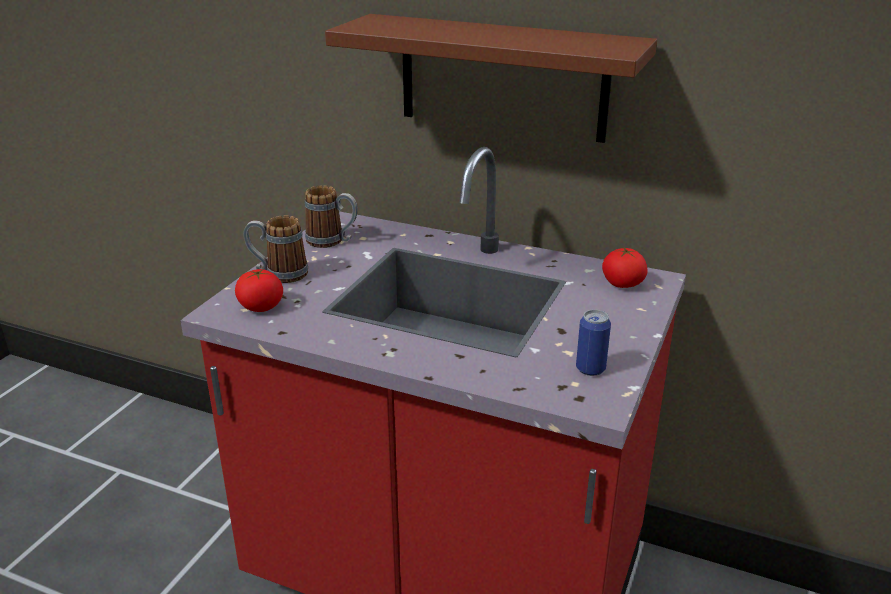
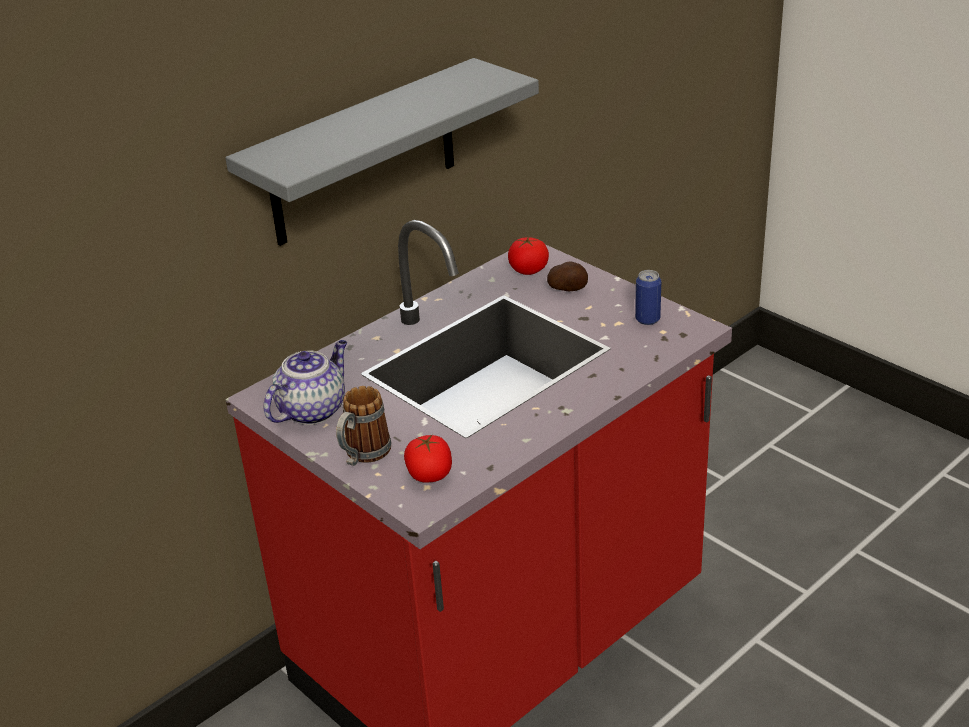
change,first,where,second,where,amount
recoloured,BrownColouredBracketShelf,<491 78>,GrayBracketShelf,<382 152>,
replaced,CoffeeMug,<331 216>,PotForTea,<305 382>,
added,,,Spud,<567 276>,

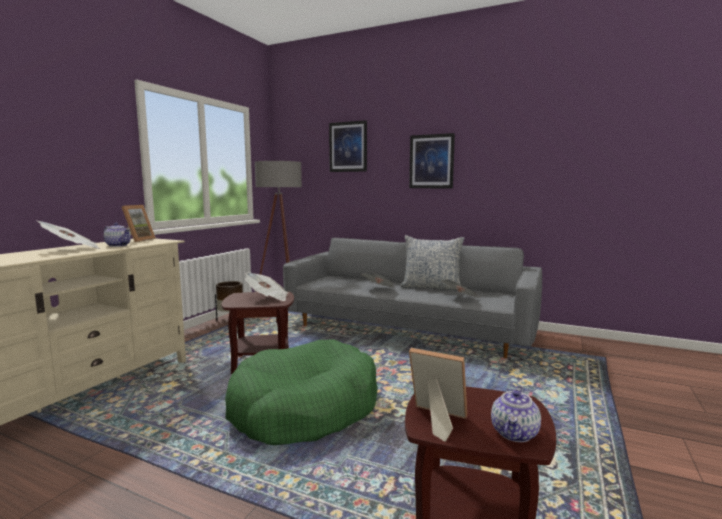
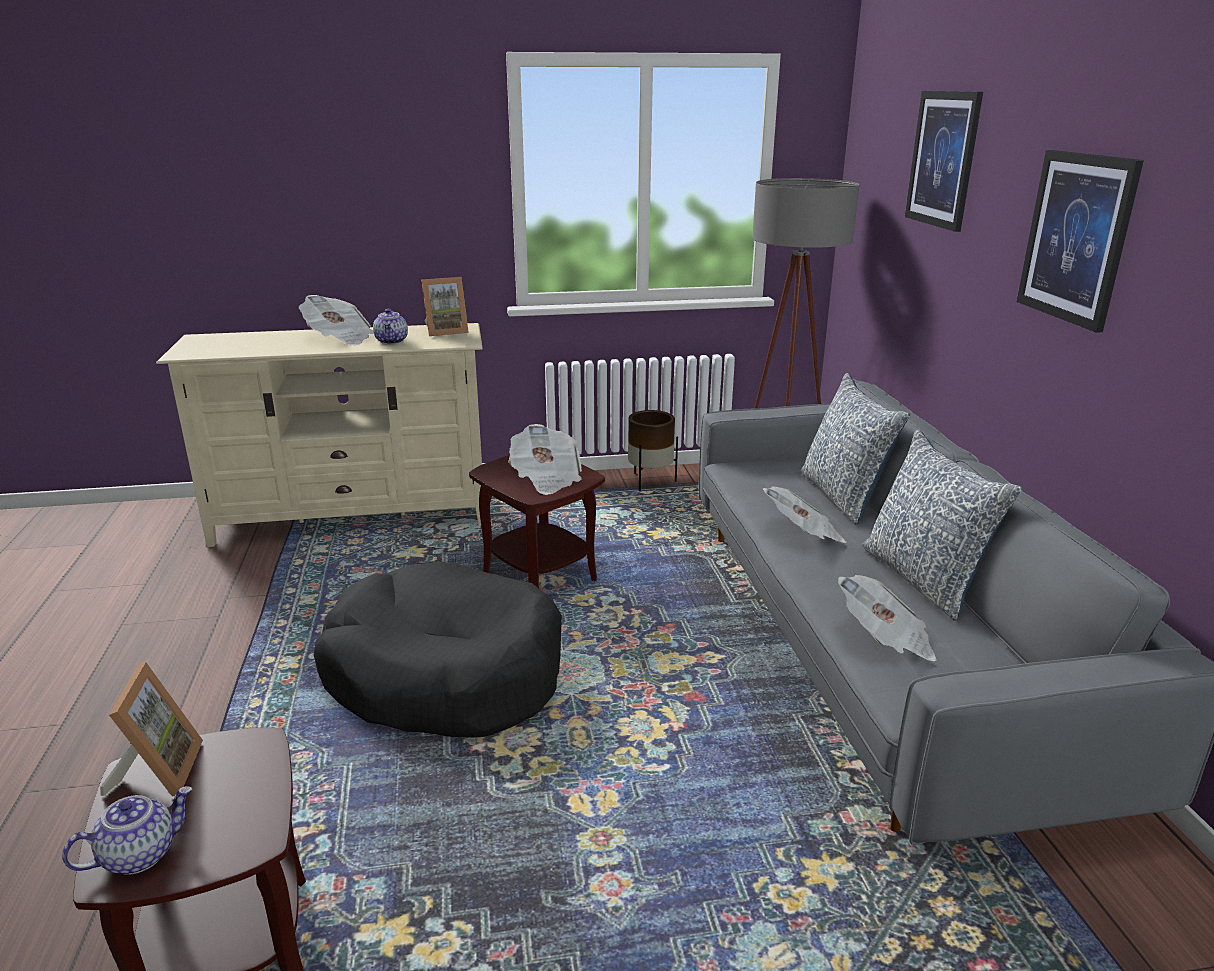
change,first,where,second,where,amount
turned,PotForTea,<516 414>,,<127 830>,150 degrees clockwise
recoloured,GreenishDogBed,<301 392>,BlackColouredDogBed,<438 649>,
added,,,ThrowPillow,<855 448>,

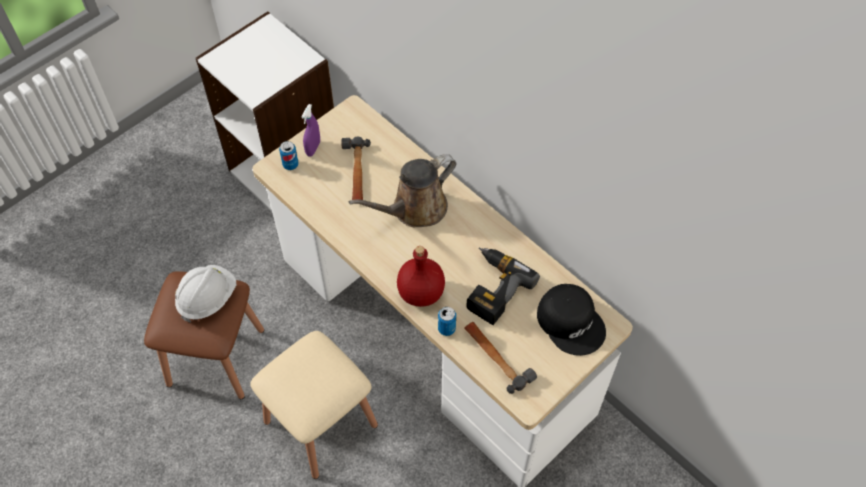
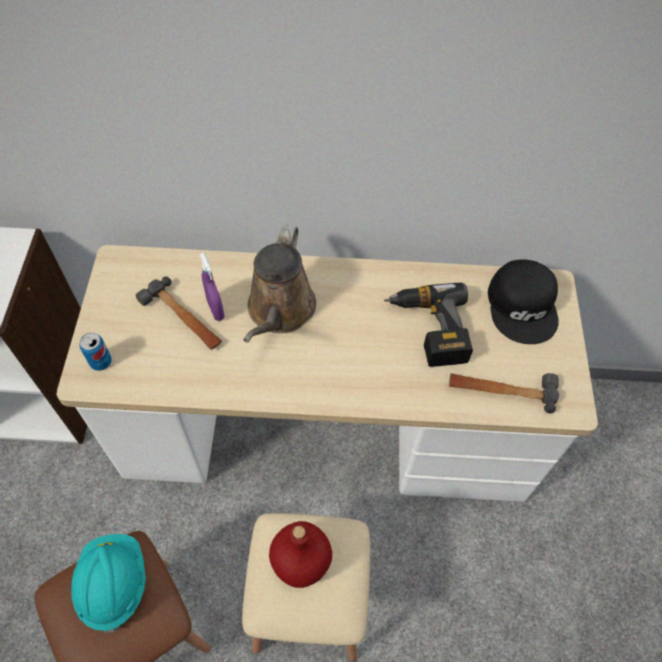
change,first,where,second,where,amount
recoloured,WhiteWorkHelmet,<205 294>,TurquoiseWorkHelmet,<108 583>,
moved,PurplishHandSprayer,<310 130>,,<212 287>,
moved,ReddishBeverageBottle,<421 276>,,<300 554>,
turned,BlackColouredPeakedCap,<571 320>,,<523 301>,75 degrees clockwise
removed,SealedCan,<447 321>,,,

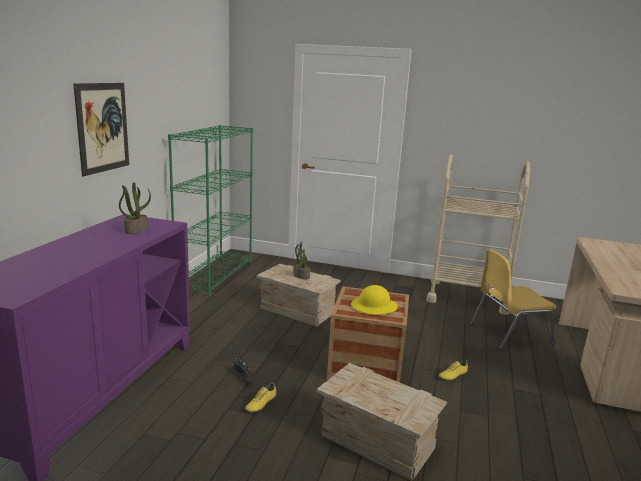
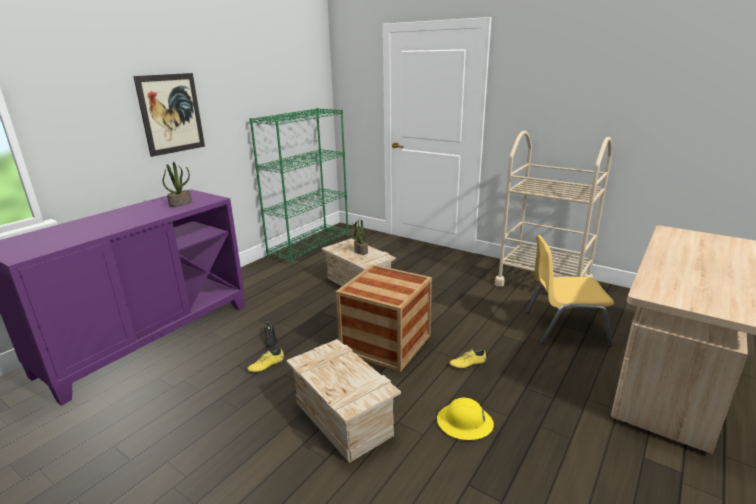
change,first,where,second,where,amount
moved,YellowishWorkHelmet,<374 300>,,<465 419>,

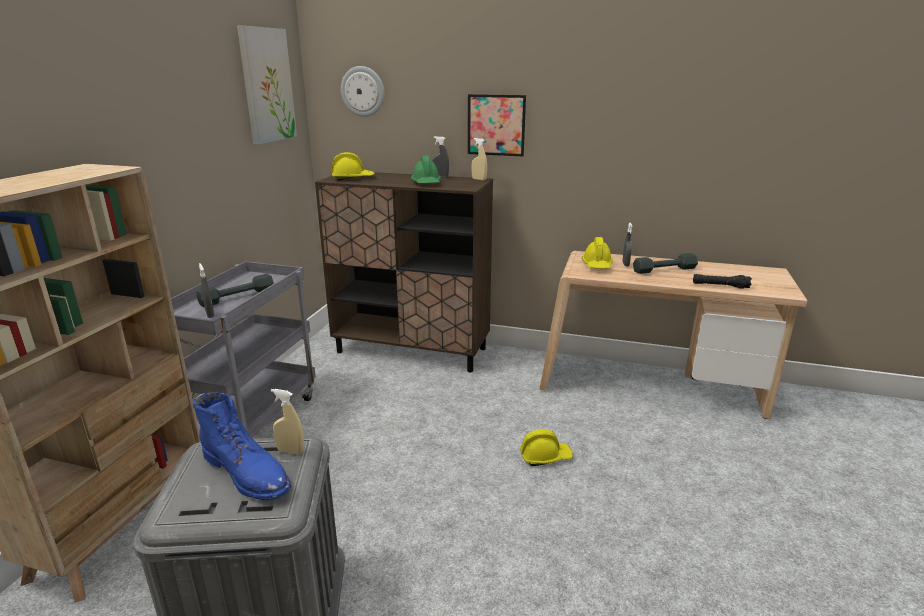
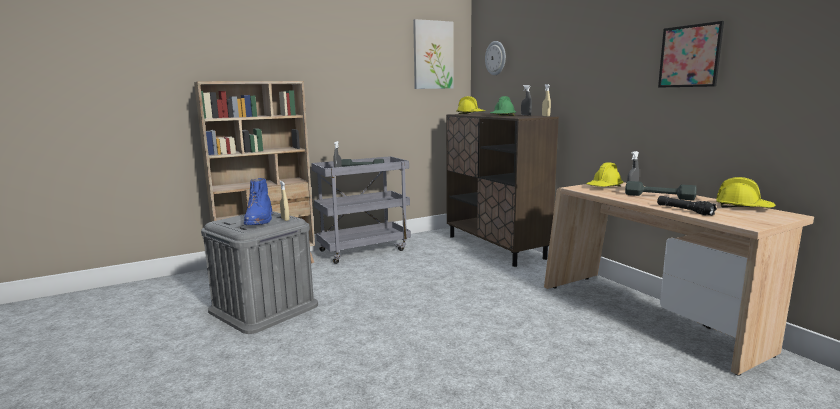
change,first,where,second,where,amount
moved,WallPicture,<497 125>,,<691 54>,
moved,YellowishWorkHelmet,<546 447>,,<746 192>,

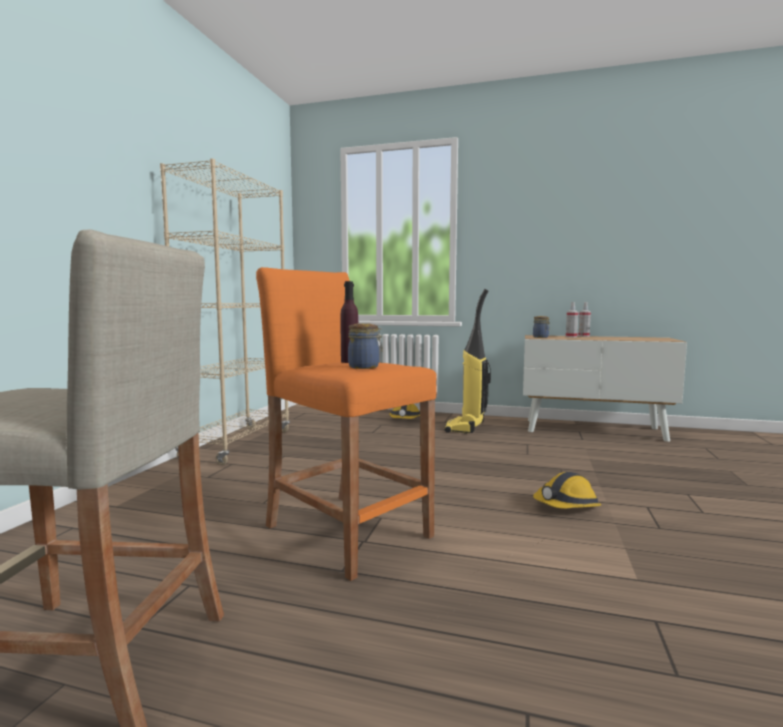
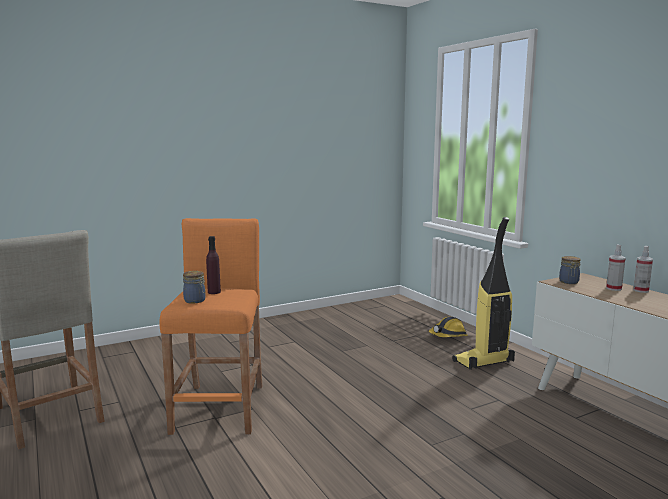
change,first,where,second,where,amount
removed,BeigeColouredShelvingUnit,<225 312>,,,
removed,WorkHelmet,<567 490>,,,

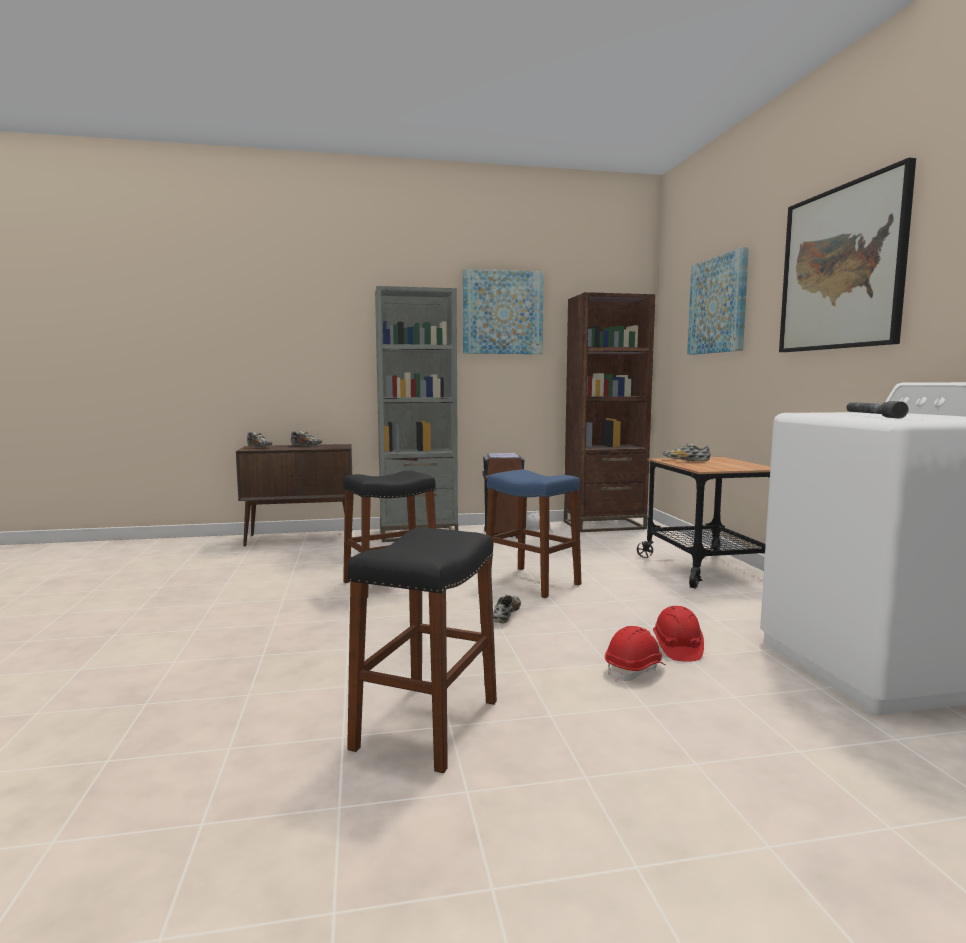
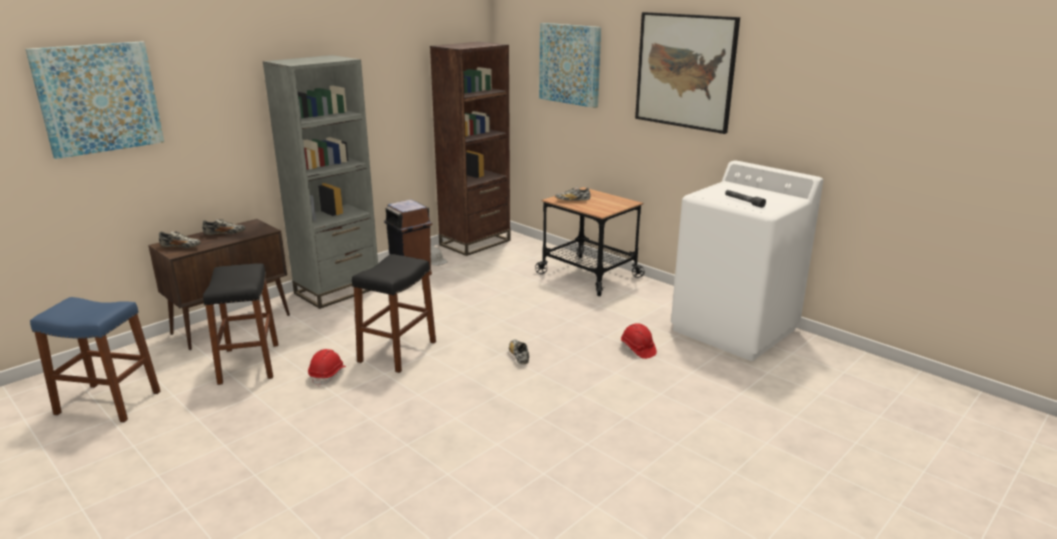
change,first,where,second,where,amount
moved,WallPicture,<503 311>,,<94 100>,
moved,BlueColouredStool,<533 534>,,<95 360>,
moved,BlackColouredStool,<422 650>,,<240 324>,
moved,ReddishWorkHelmet,<635 654>,,<327 368>,

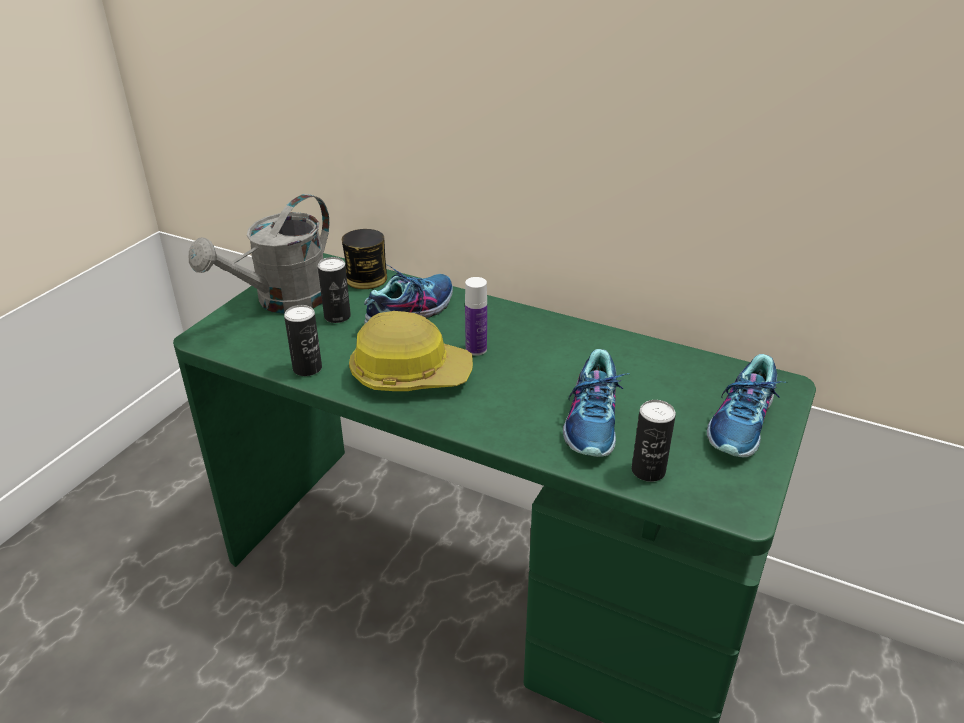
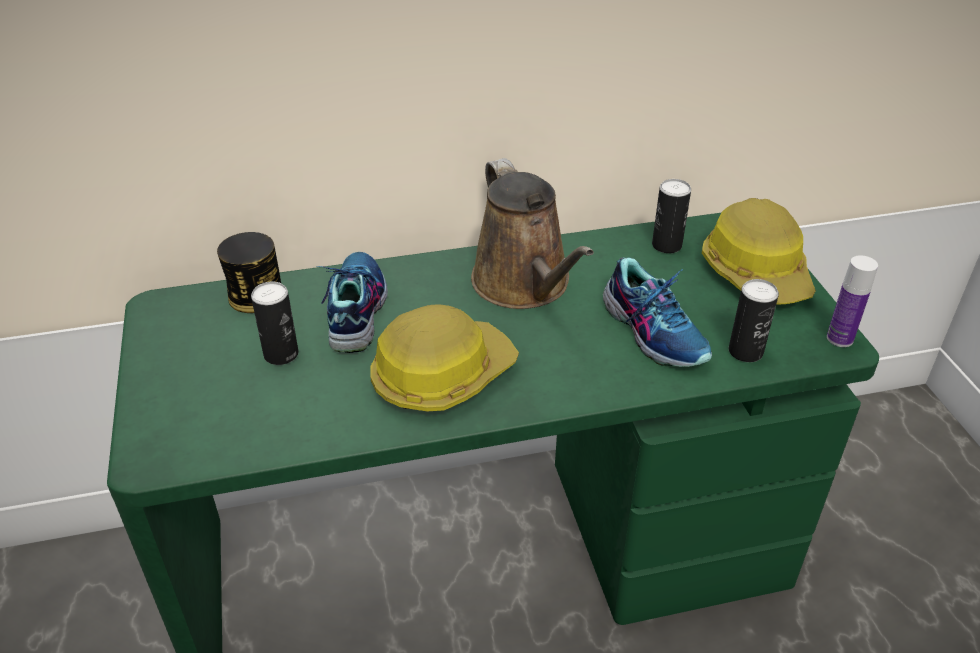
change,first,where,second,where,amount
added,,,BrownColouredWateringPot,<532 233>,
moved,SealedCan,<303 340>,,<671 216>,
replaced,ItemOfFootwear,<747 405>,WorkHelmet,<759 251>,
moved,BeverageBottle,<476 316>,,<852 301>,
removed,GrayWateringPot,<259 254>,,,

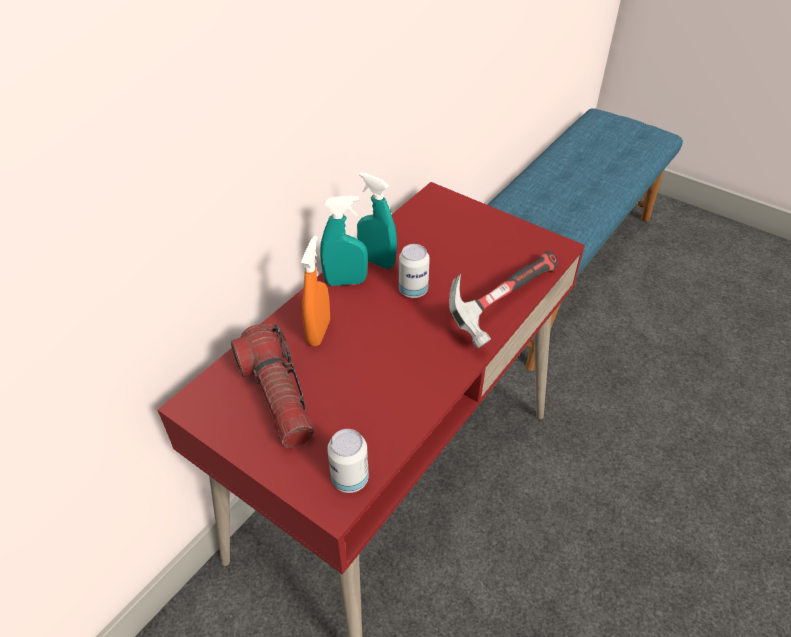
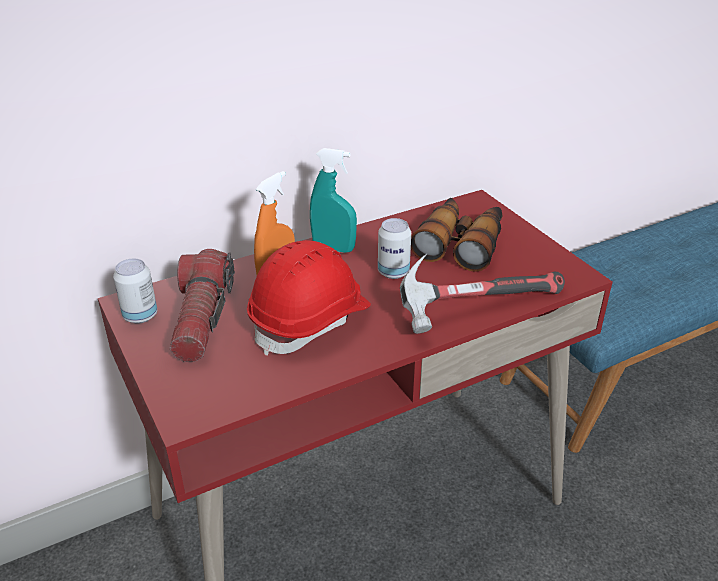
change,first,where,second,where,amount
moved,SealedCan,<348 461>,,<135 291>,
added,,,ReddishWorkHelmet,<309 298>,
added,,,Binoculars,<457 235>,
removed,TurquoiseHandSprayer,<377 220>,,,

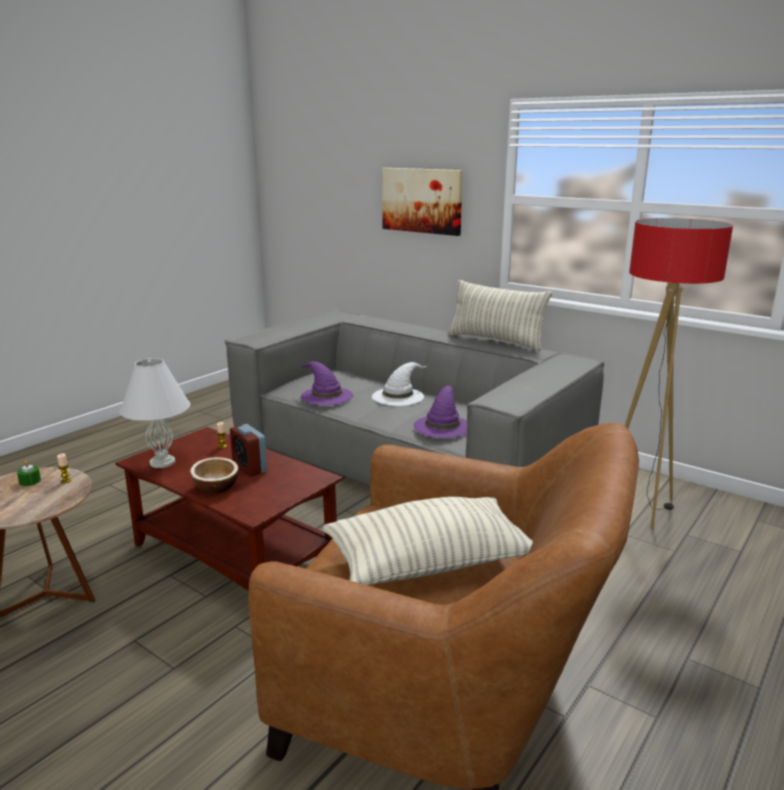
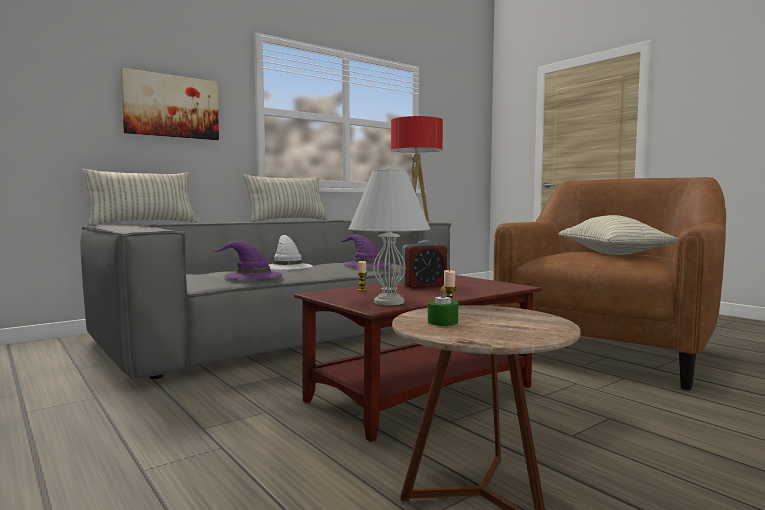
change,first,where,second,where,amount
added,,,ThrowPillow,<140 197>,
removed,ServingBowl,<214 475>,,,

